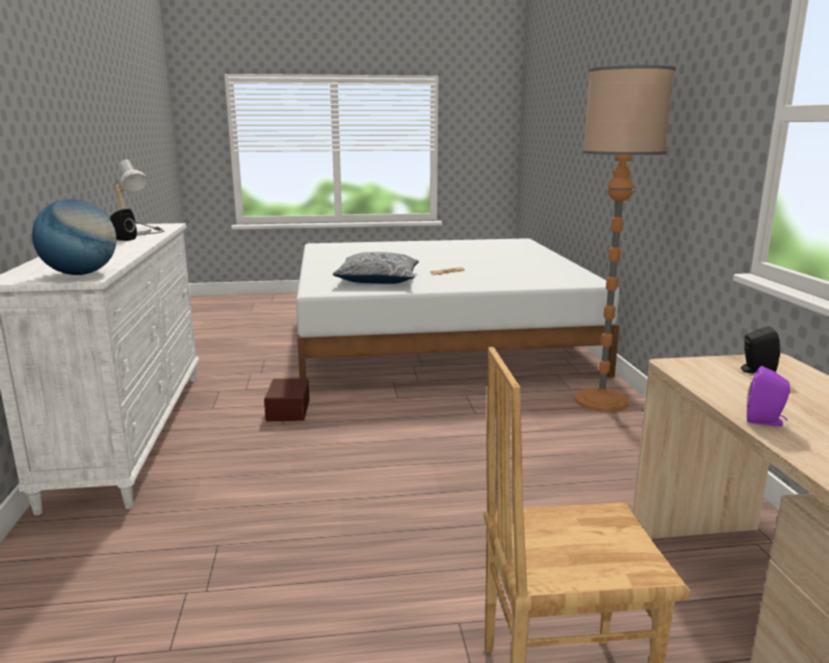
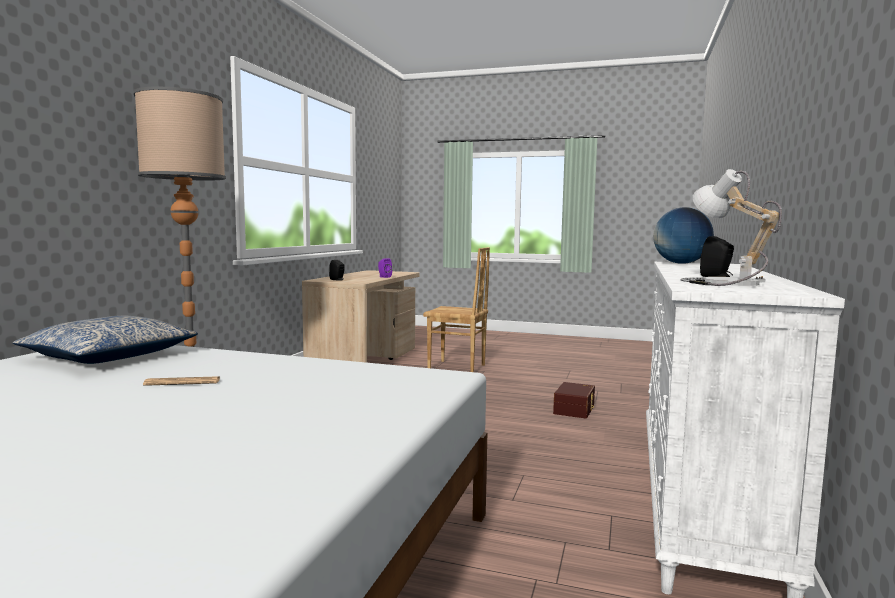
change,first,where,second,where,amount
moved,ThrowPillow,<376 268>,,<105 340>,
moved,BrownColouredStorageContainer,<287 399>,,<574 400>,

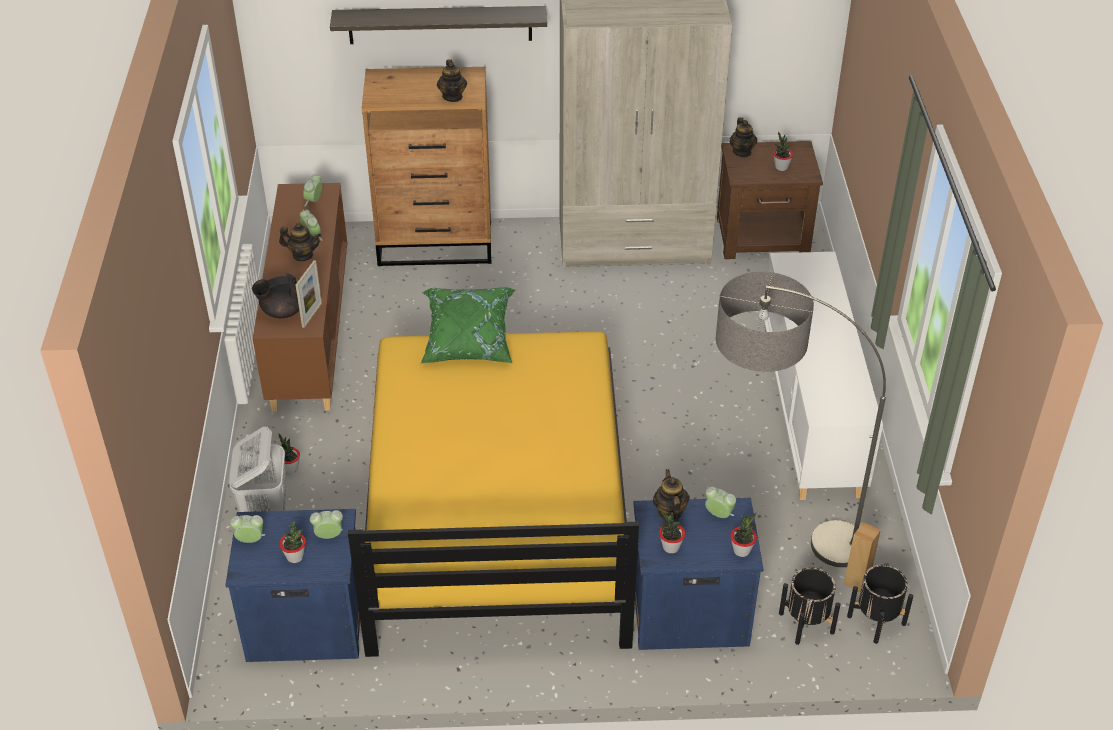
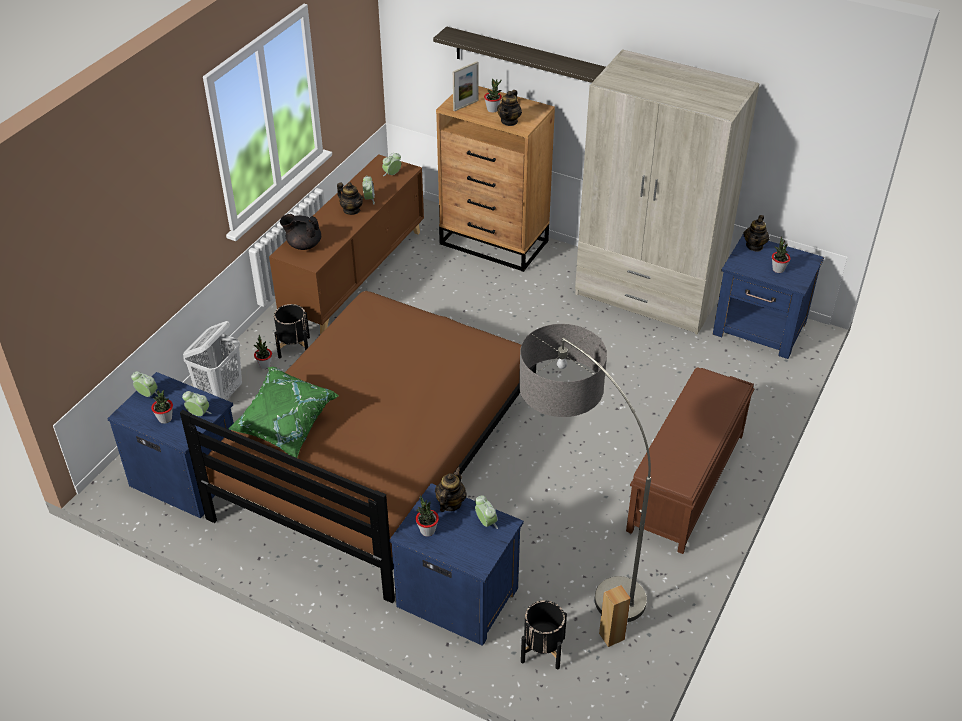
change,first,where,second,where,amount
recoloured,YellowishSleepingBed,<493 494>,BrownColouredSleepingBed,<358 447>,
moved,GreenishThrowPillow,<468 325>,,<284 412>,
moved,BlackColouredFlowerPot,<880 604>,,<292 331>,
moved,PhotoFrame,<309 294>,,<465 86>,
moved,PottedPlant,<743 535>,,<493 96>,
replaced,WhiteStorageCabinet,<823 376>,BrownColouredLongSeat,<690 460>,
recoloured,BrownColouredNightTable,<770 200>,BlueColouredNightTable,<768 296>,

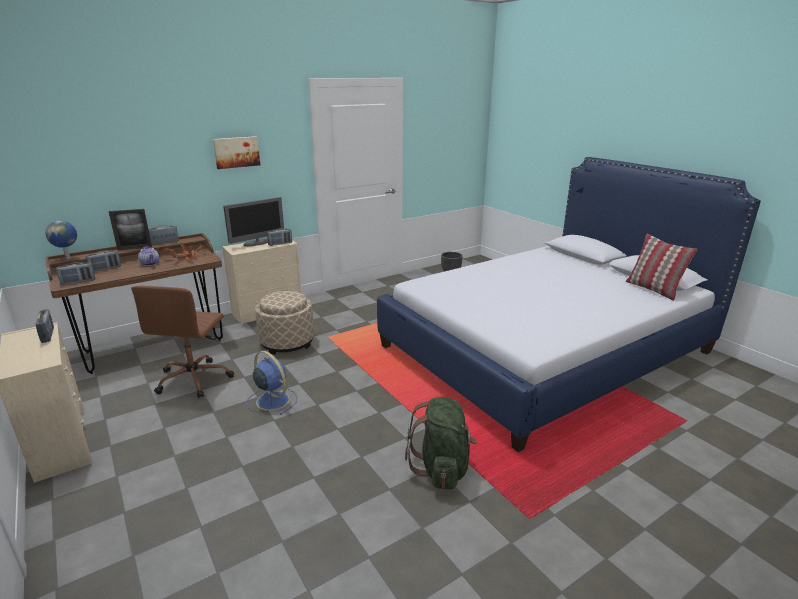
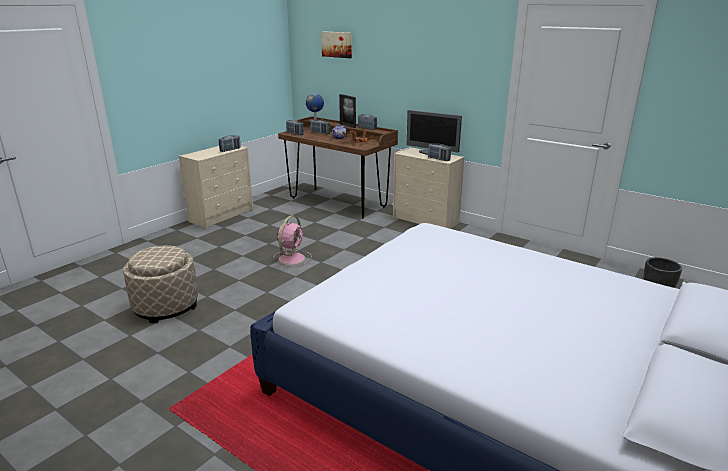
change,first,where,second,where,amount
moved,BeigeColouredOttoman,<284 322>,,<160 284>,
recoloured,BlueColouredElectricFan,<271 383>,PinkElectricFan,<293 241>,
moved,WallPicture,<236 152>,,<336 44>,
removed,BrownColouredDeskChair,<182 342>,,,
removed,GreenishBackpack,<441 443>,,,
removed,ThrowPillow,<661 267>,,,

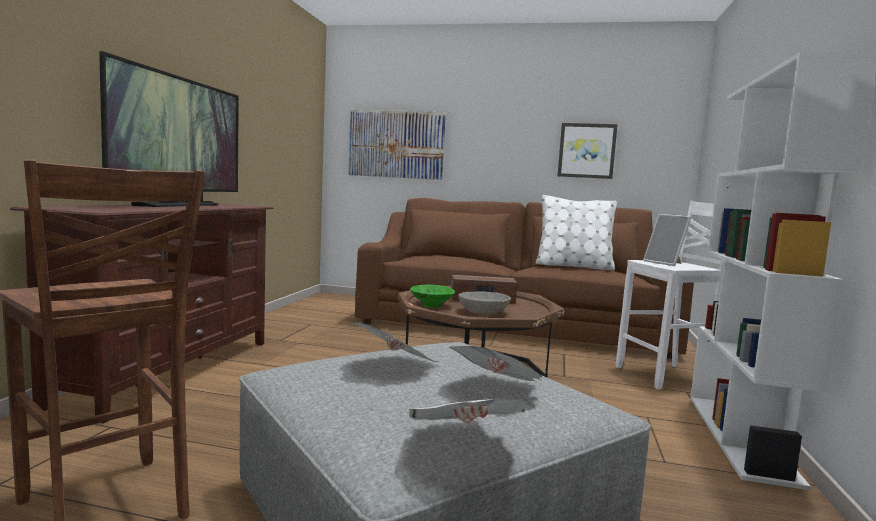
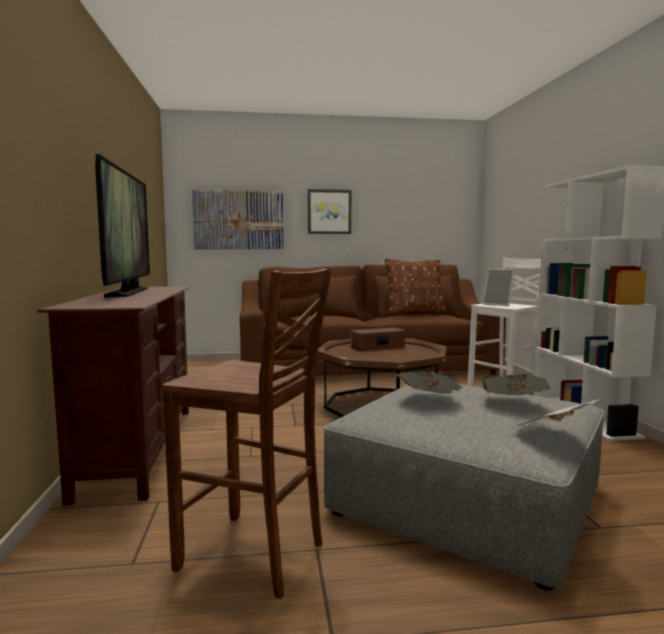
change,first,where,second,where,amount
moved,WallPicture,<588 151>,,<329 211>,
recoloured,WhiteThrowPillow,<576 233>,BrownColouredThrowPillow,<416 286>,
removed,GreenishServingBowl,<432 296>,,,
removed,GrayServingBowl,<484 302>,,,

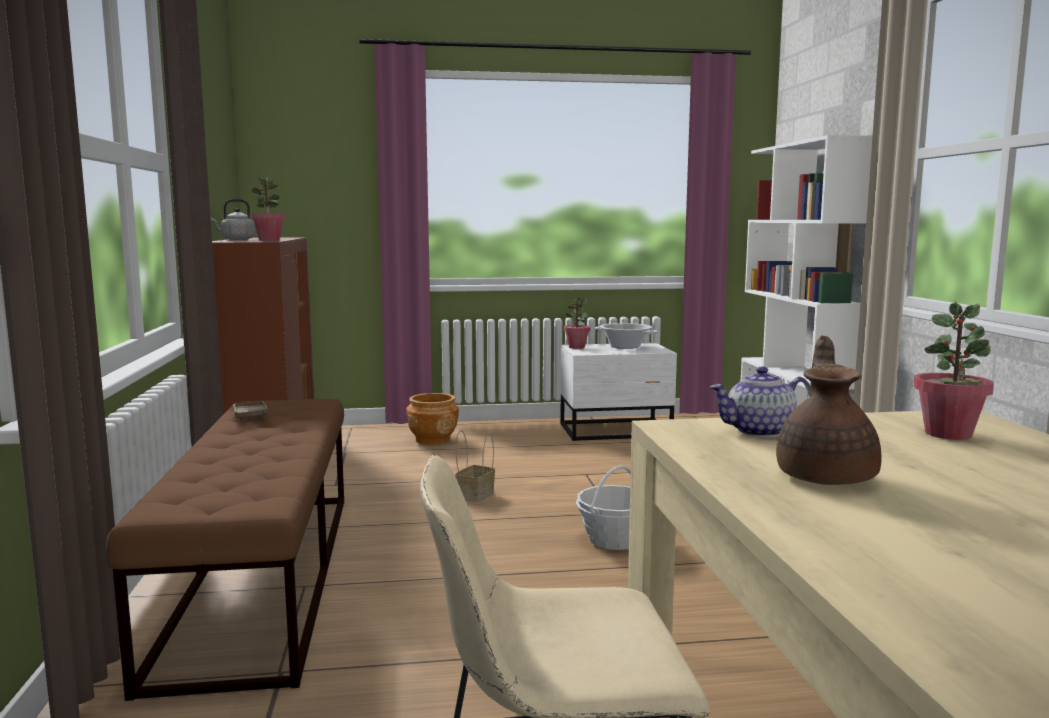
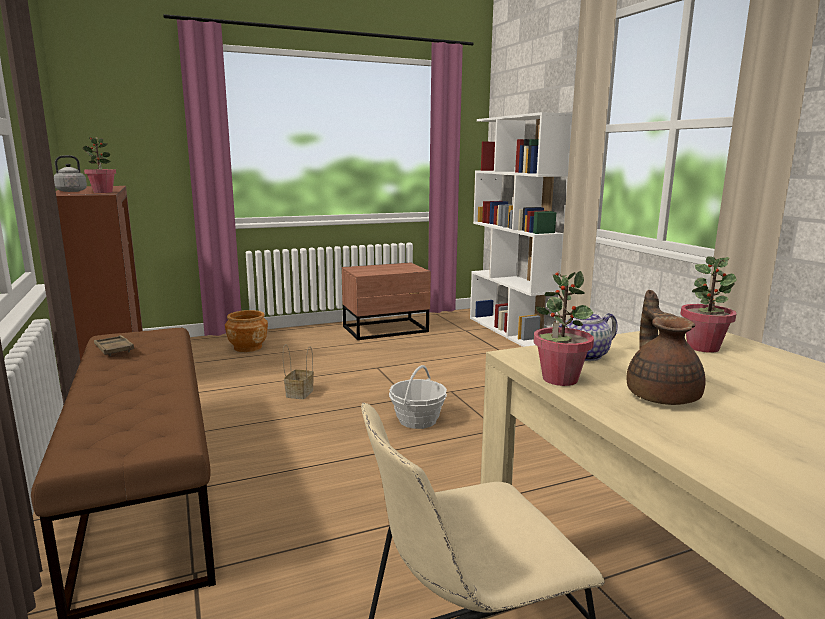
change,first,where,second,where,amount
recoloured,WhiteNightTable,<618 392>,BrownColouredNightTable,<386 301>,
moved,PottedPlant,<577 323>,,<563 328>,
removed,CookingPot,<626 336>,,,

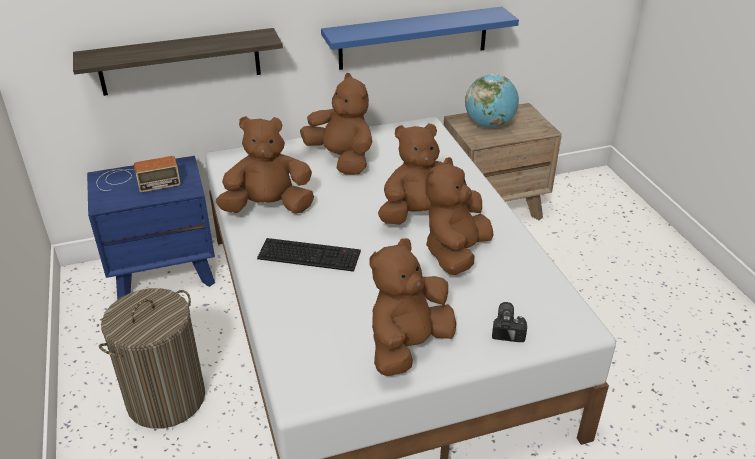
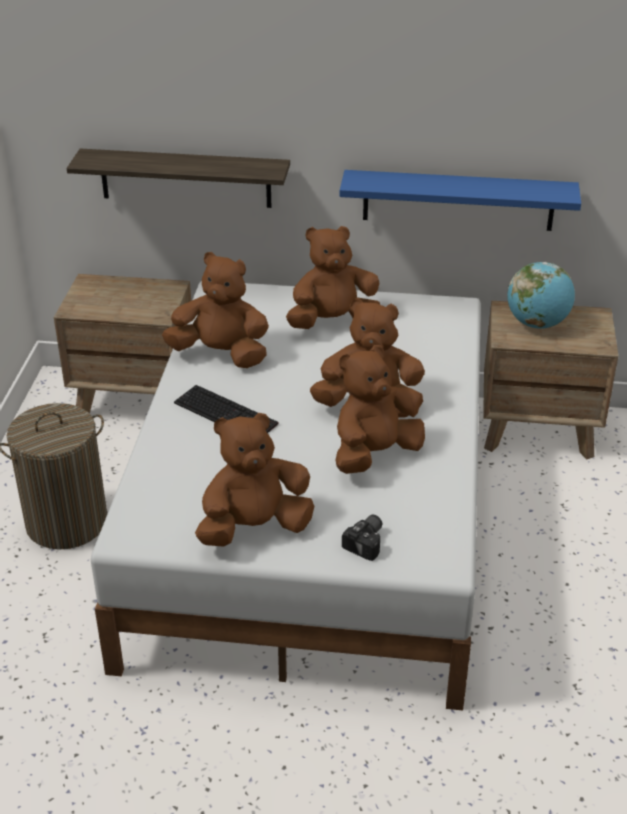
change,first,where,second,where,amount
recoloured,BlueColouredNightTable,<151 228>,BrownColouredNightTable,<122 344>,
turned,BrownColouredSoftToy,<336 124>,,<333 277>,90 degrees counterclockwise
removed,Radio,<139 174>,,,

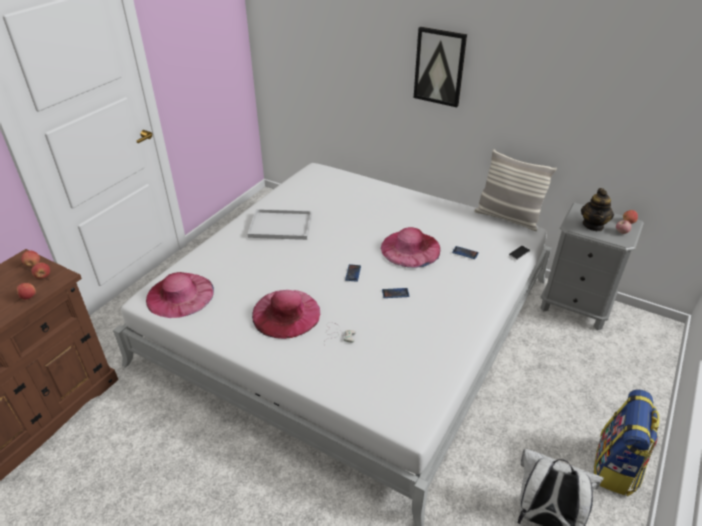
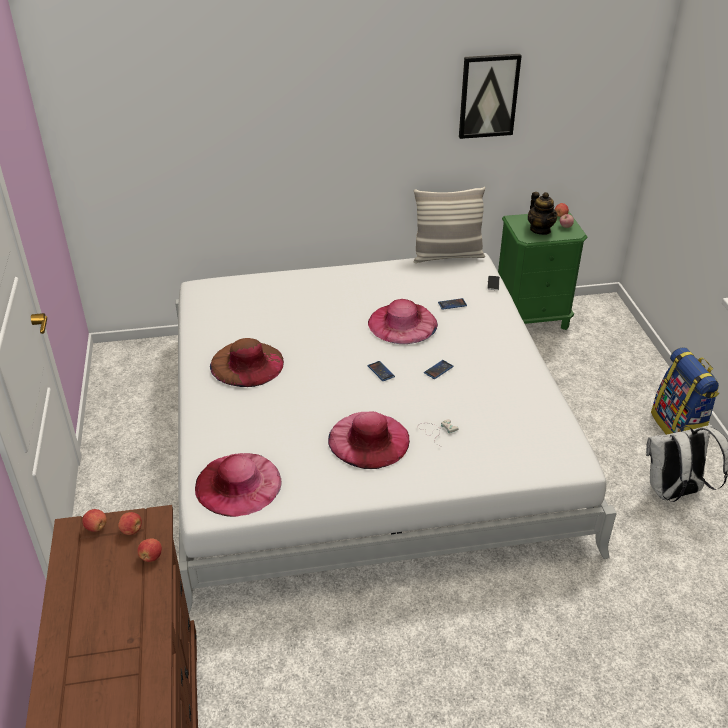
change,first,where,second,where,amount
replaced,WhiteCarryingTray,<280 224>,BrownColouredWearableHat,<247 362>,
moved,WallPicture,<440 67>,,<490 96>,
recoloured,GrayNightTable,<592 266>,GreenishNightTable,<543 271>,

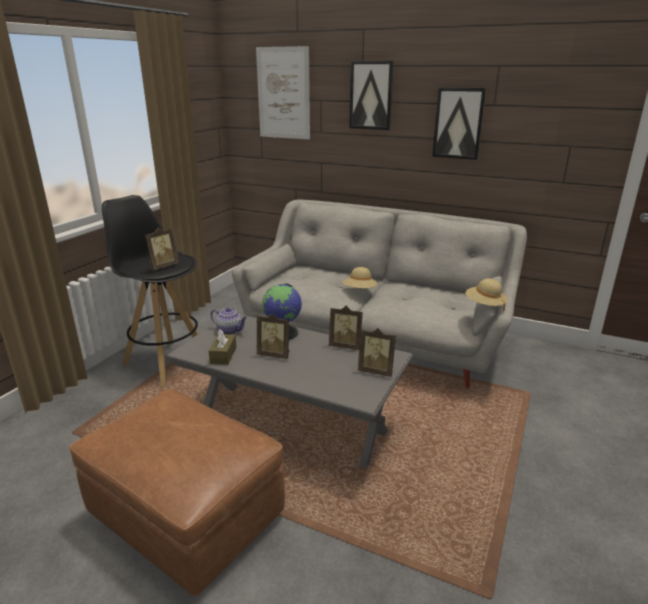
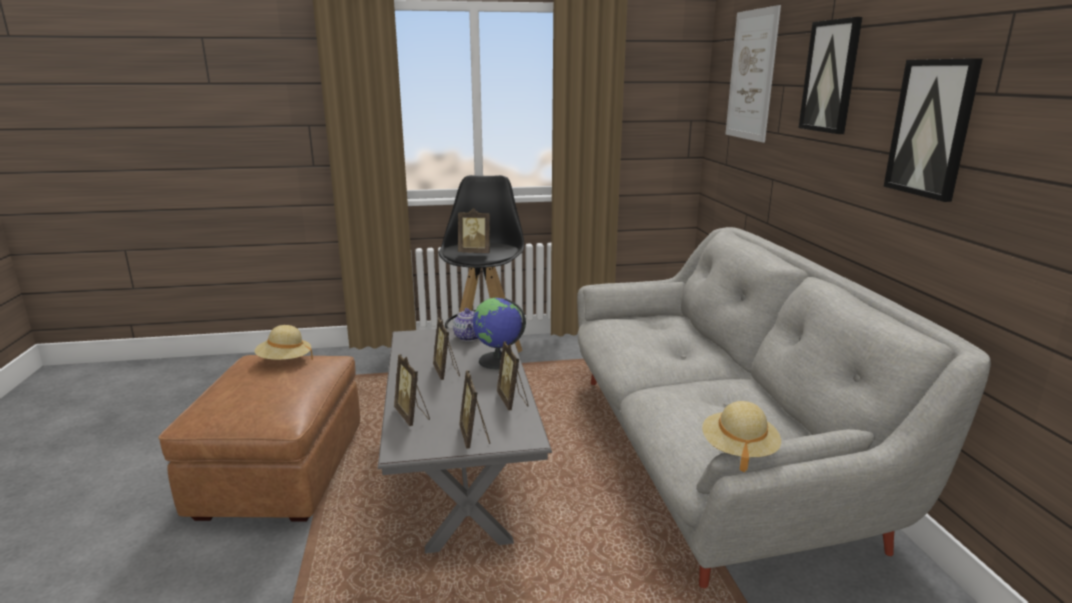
change,first,where,second,where,amount
moved,BeigeColouredWearableHat,<360 277>,,<284 342>,
added,,,PhotoFrame,<412 390>,
removed,BrownColouredTissueHolder,<222 347>,,,

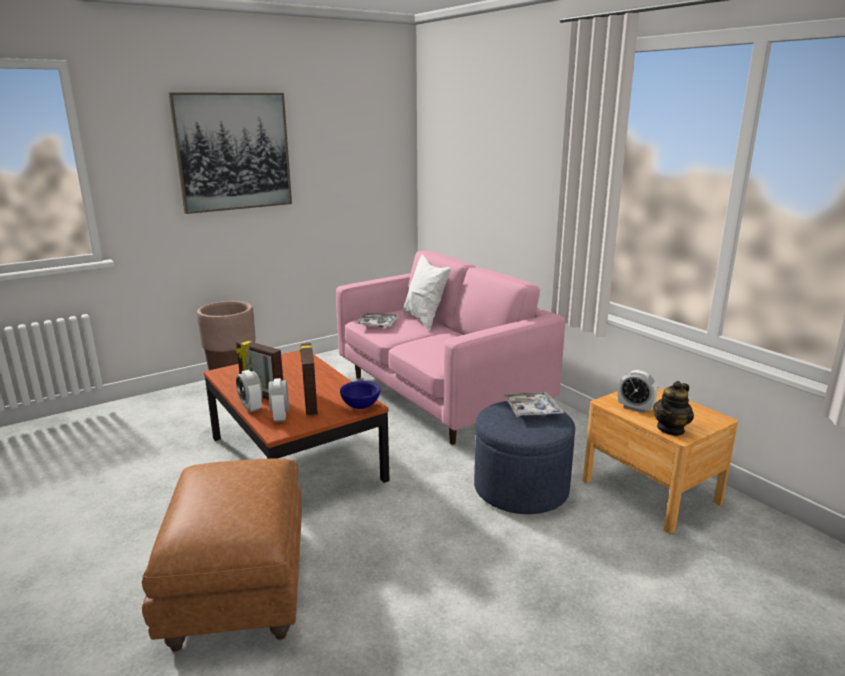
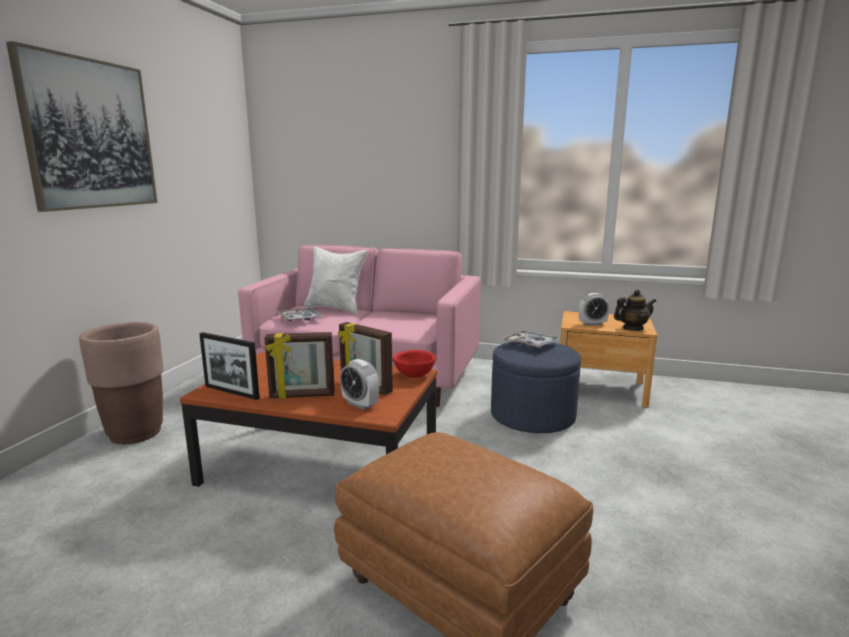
change,first,where,second,where,amount
added,,,PhotoFrame,<229 366>,
recoloured,BlueColouredServingBowl,<360 395>,ReddishServingBowl,<414 364>,
turned,PotForTea,<673 408>,,<635 310>,105 degrees counterclockwise
removed,TableClock,<249 391>,,,

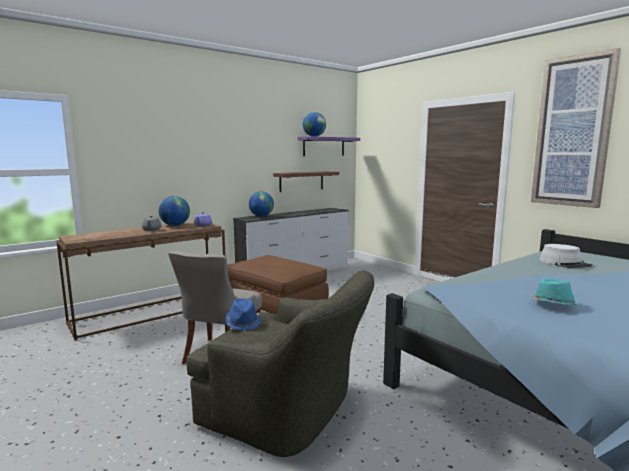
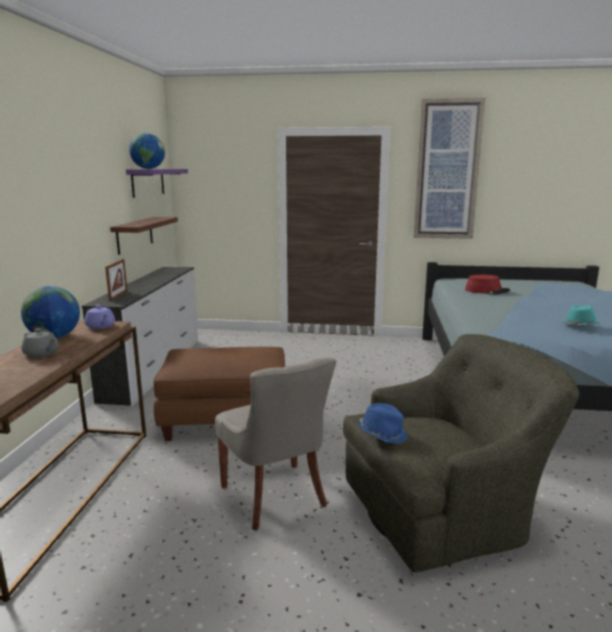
change,first,where,second,where,amount
replaced,DeskGlobe,<261 204>,PhotoFrame,<116 280>,
recoloured,GrayWearableHat,<566 256>,ReddishWearableHat,<487 284>,

